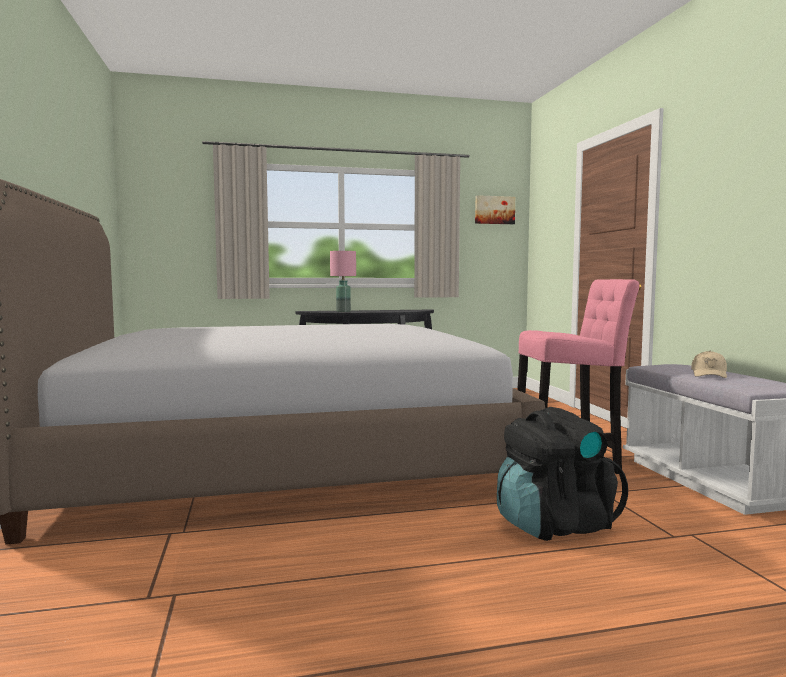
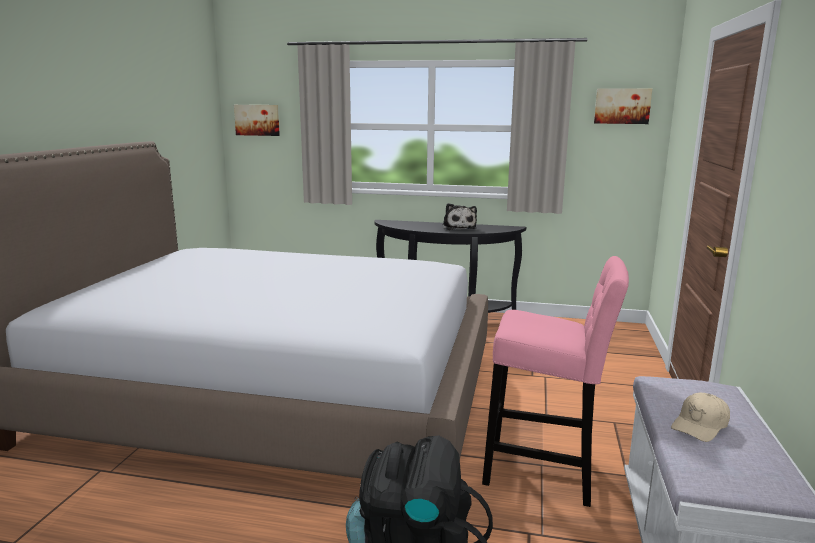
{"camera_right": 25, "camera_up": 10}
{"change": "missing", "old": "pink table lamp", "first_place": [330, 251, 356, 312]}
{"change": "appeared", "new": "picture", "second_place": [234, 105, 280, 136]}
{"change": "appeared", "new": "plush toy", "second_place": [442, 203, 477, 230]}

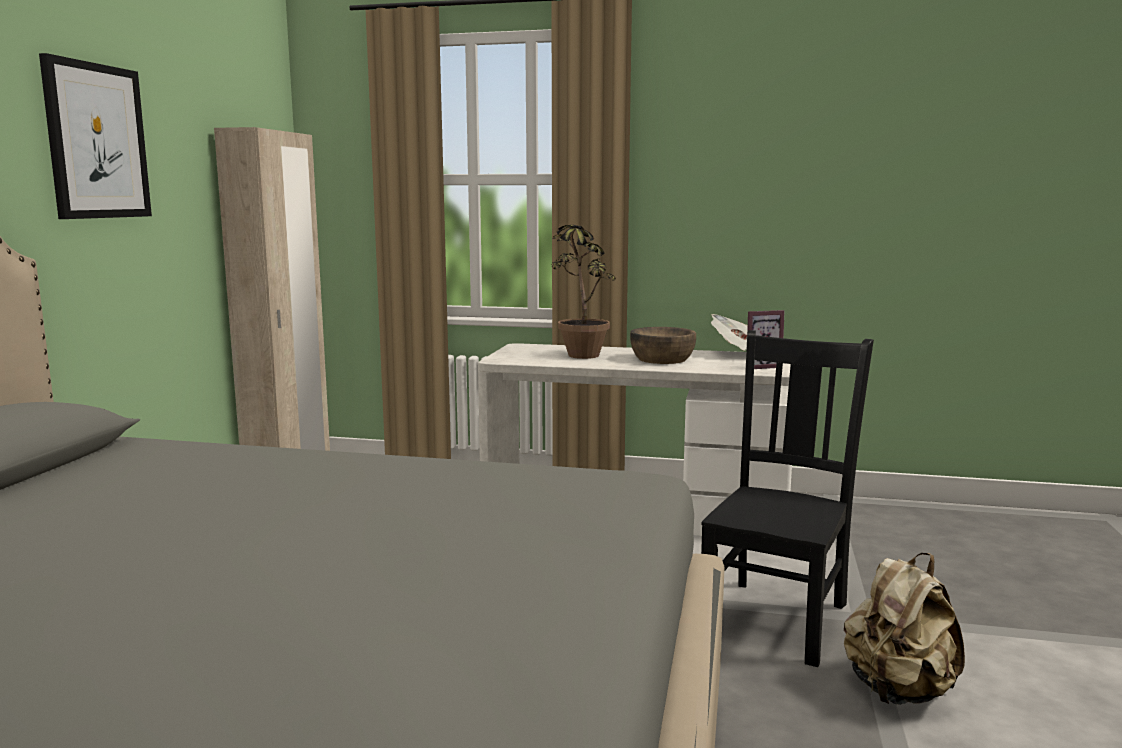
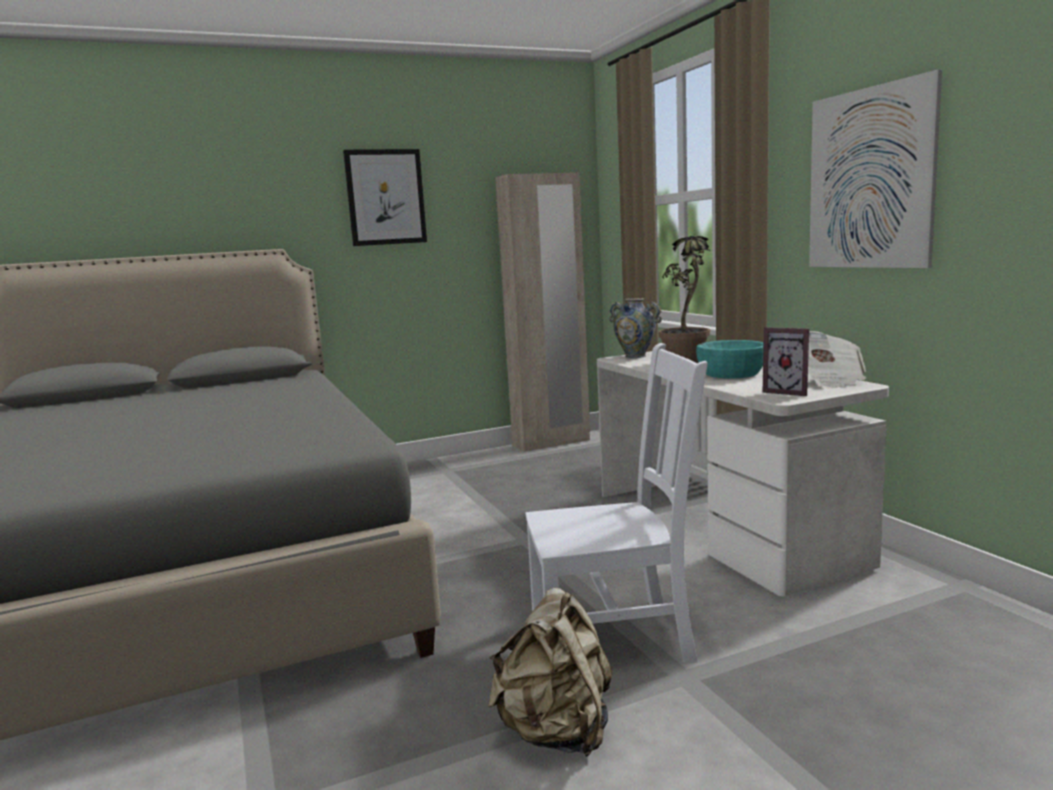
{"camera_right": 55, "camera_up": 0}
{"change": "appeared", "new": "vase", "second_place": [609, 298, 662, 358]}
{"change": "appeared", "new": "picture", "second_place": [809, 69, 942, 268]}
{"change": "colour", "old": "brown bowl", "new": "turquoise bowl", "first_place": [630, 327, 696, 364], "second_place": [696, 340, 764, 378]}
{"change": "colour", "old": "black chair", "new": "white chair", "first_place": [701, 330, 874, 667], "second_place": [525, 343, 708, 663]}

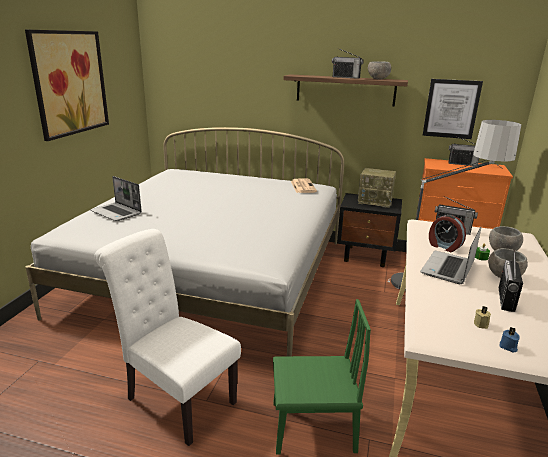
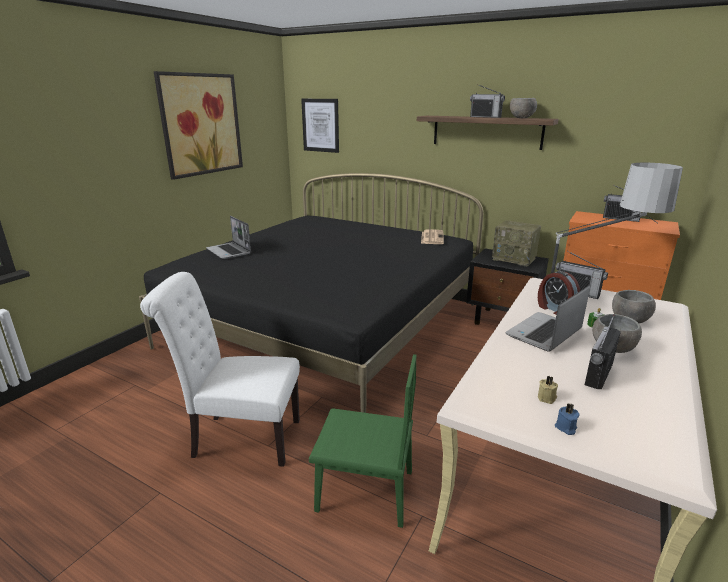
{"camera_right": 15, "camera_up": 0}
{"change": "relocated", "old": "picture", "first_place": [423, 79, 483, 139], "second_place": [301, 99, 339, 153]}
{"change": "colour", "old": "white bed", "new": "black bed", "first_place": [25, 127, 344, 356], "second_place": [139, 173, 483, 413]}
{"change": "spun", "old": "white chair", "first_place": [95, 229, 241, 446], "second_place": [140, 272, 300, 467], "degrees": -45}

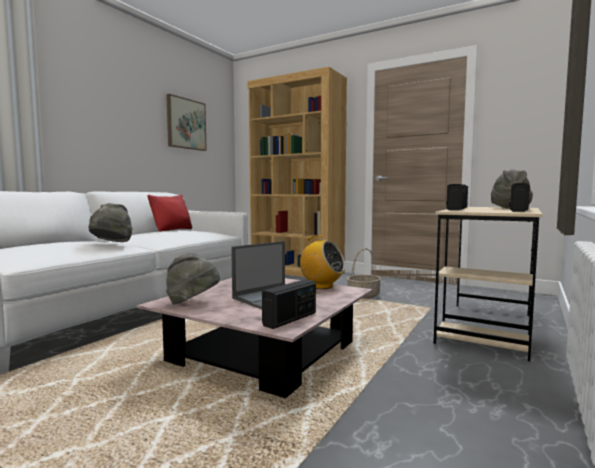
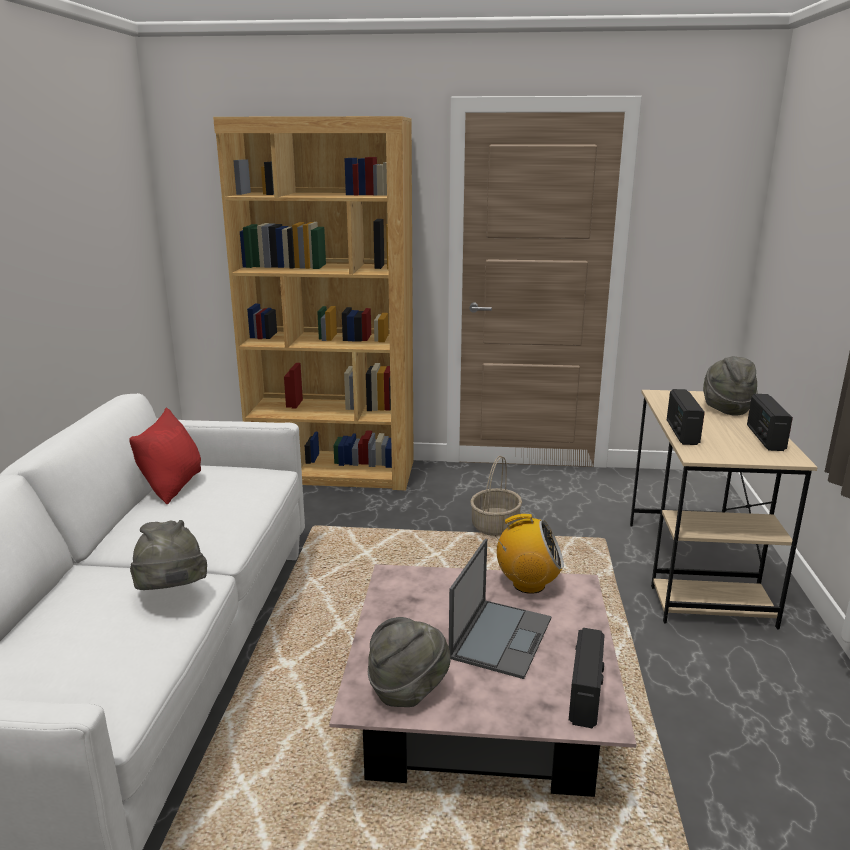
{"camera_right": -25, "camera_up": 15}
{"change": "missing", "old": "picture", "first_place": [166, 94, 207, 151]}

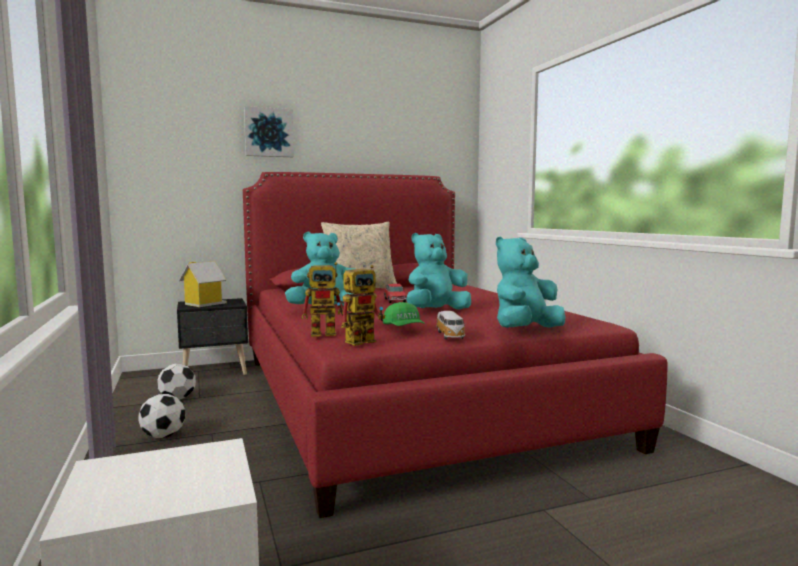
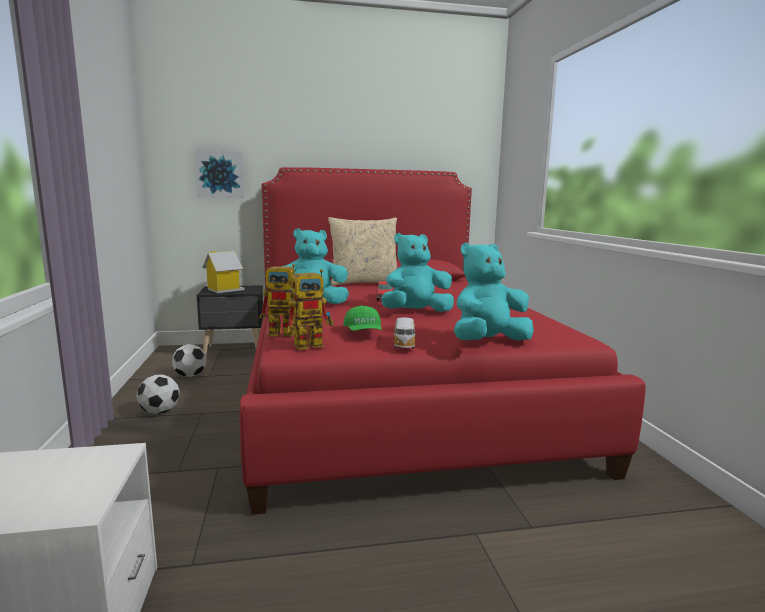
{"camera_right": 10, "camera_up": 5}
{"change": "relocated", "old": "picture", "first_place": [244, 106, 294, 157], "second_place": [195, 150, 245, 198]}

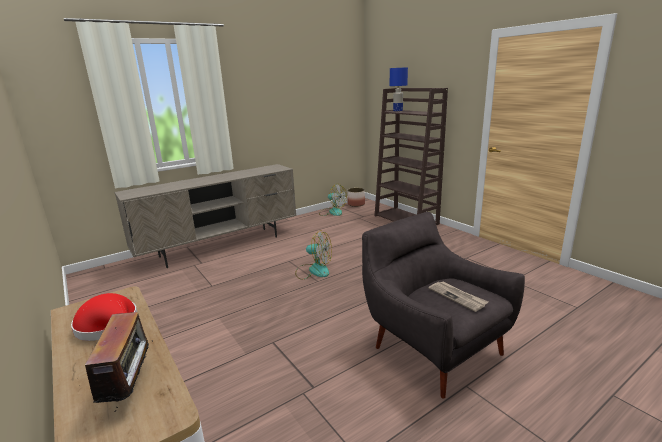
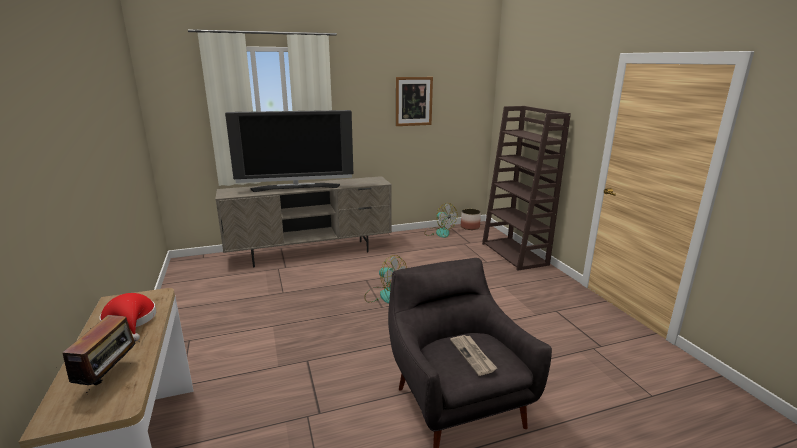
{"camera_right": 15, "camera_up": 0}
{"change": "missing", "old": "blue table lamp", "first_place": [390, 67, 408, 111]}
{"change": "appeared", "new": "television", "second_place": [225, 110, 353, 192]}
{"change": "appeared", "new": "picture", "second_place": [396, 77, 433, 126]}

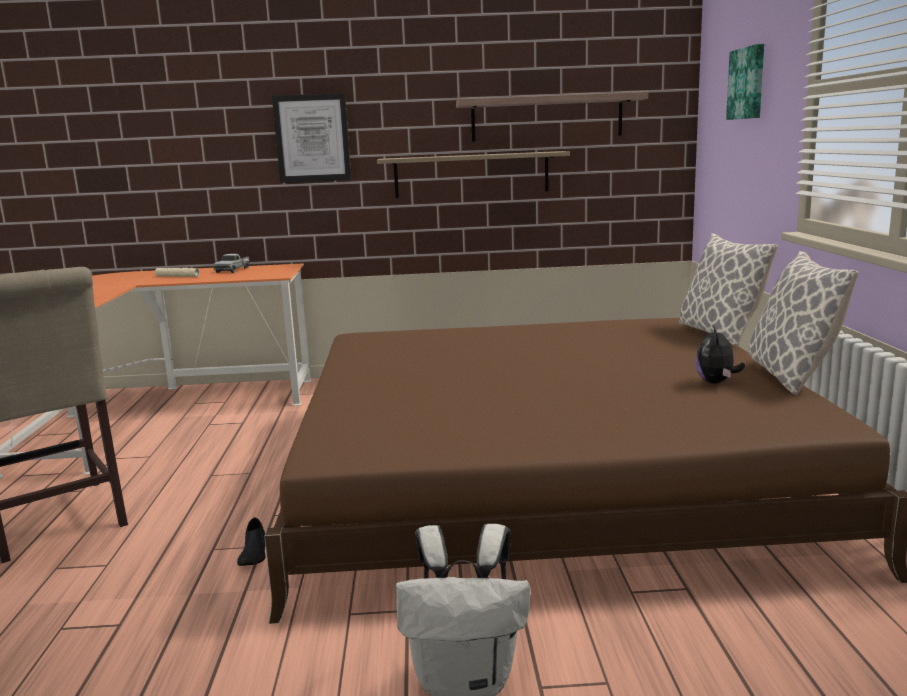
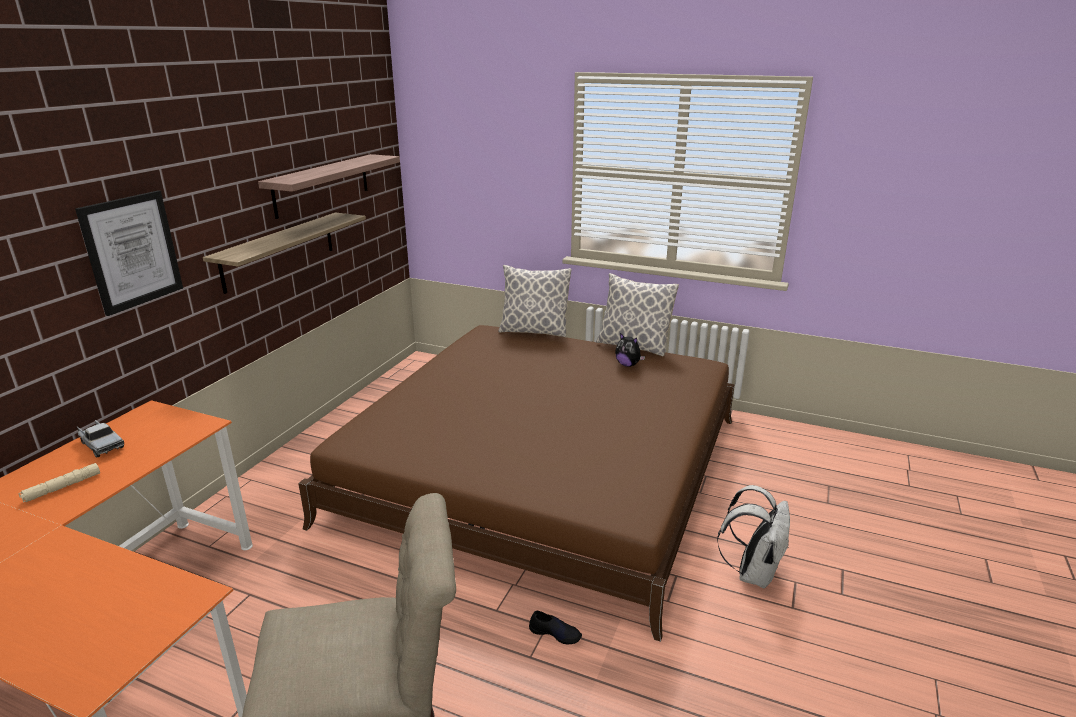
{"camera_right": -65, "camera_up": 10}
{"change": "missing", "old": "picture", "first_place": [726, 44, 764, 120]}

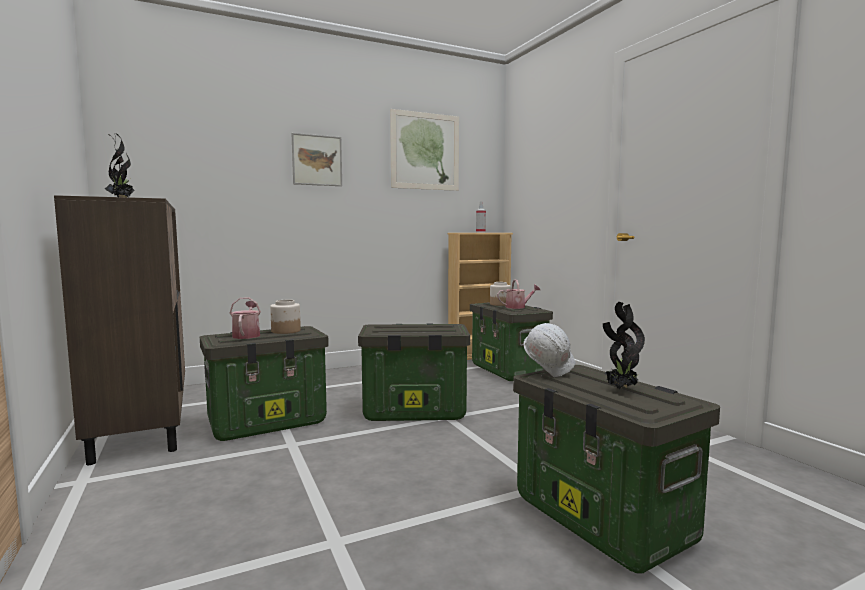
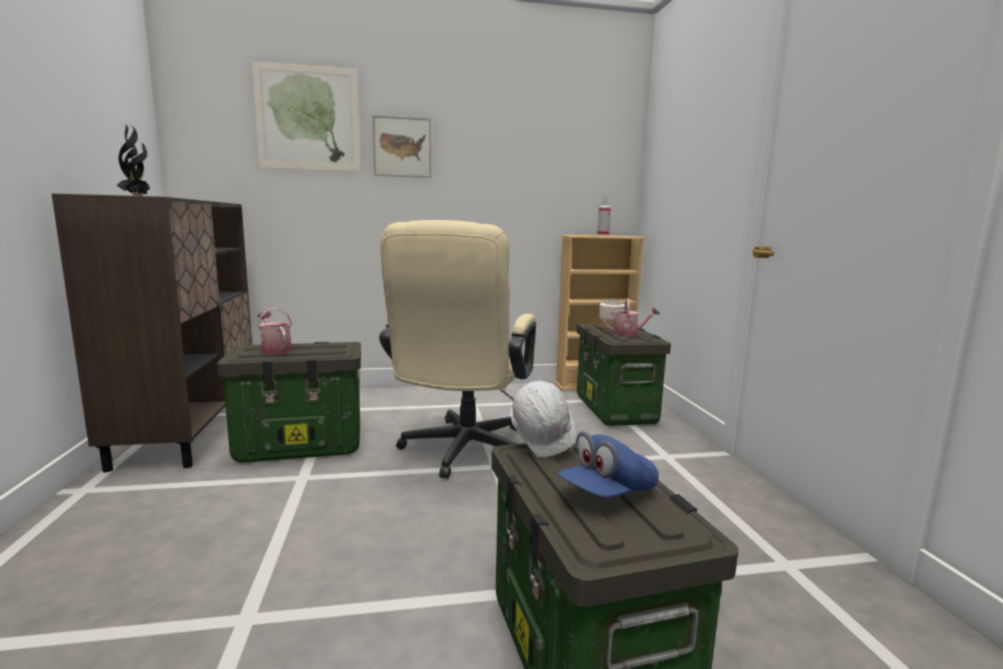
{"camera_right": 15, "camera_up": 5}
{"change": "missing", "old": "jar", "first_place": [270, 300, 301, 334]}
{"change": "relocated", "old": "picture", "first_place": [390, 109, 459, 191], "second_place": [252, 61, 361, 172]}
{"change": "exchanged", "old": "storage box", "new": "beige office chair", "first_place": [358, 323, 470, 421], "second_place": [379, 220, 536, 479]}
{"change": "exchanged", "old": "potted plant", "new": "blue cap", "first_place": [603, 302, 645, 389], "second_place": [558, 431, 659, 498]}
{"change": "spun", "old": "watering can", "first_place": [230, 298, 261, 339], "second_place": [257, 308, 292, 354], "degrees": -45}

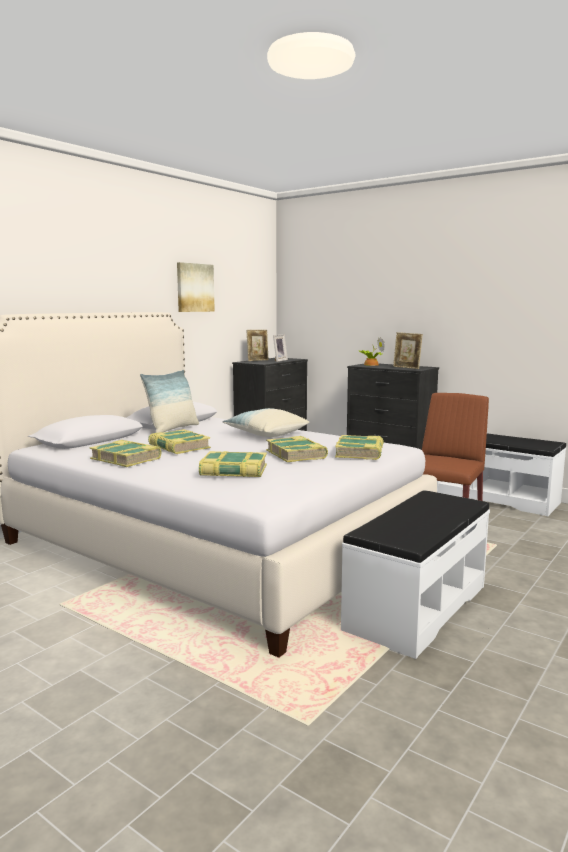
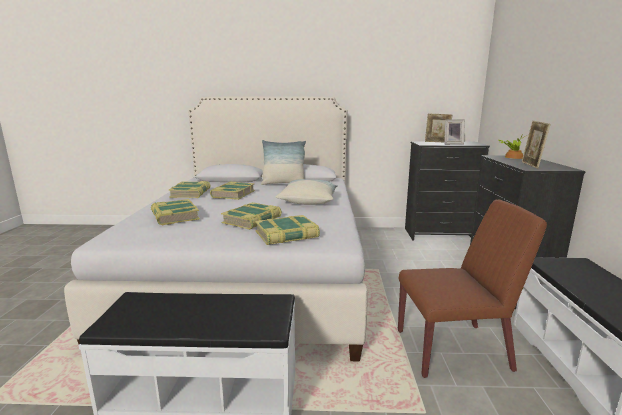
{"camera_right": 55, "camera_up": 5}
{"change": "missing", "old": "picture", "first_place": [177, 262, 215, 312]}

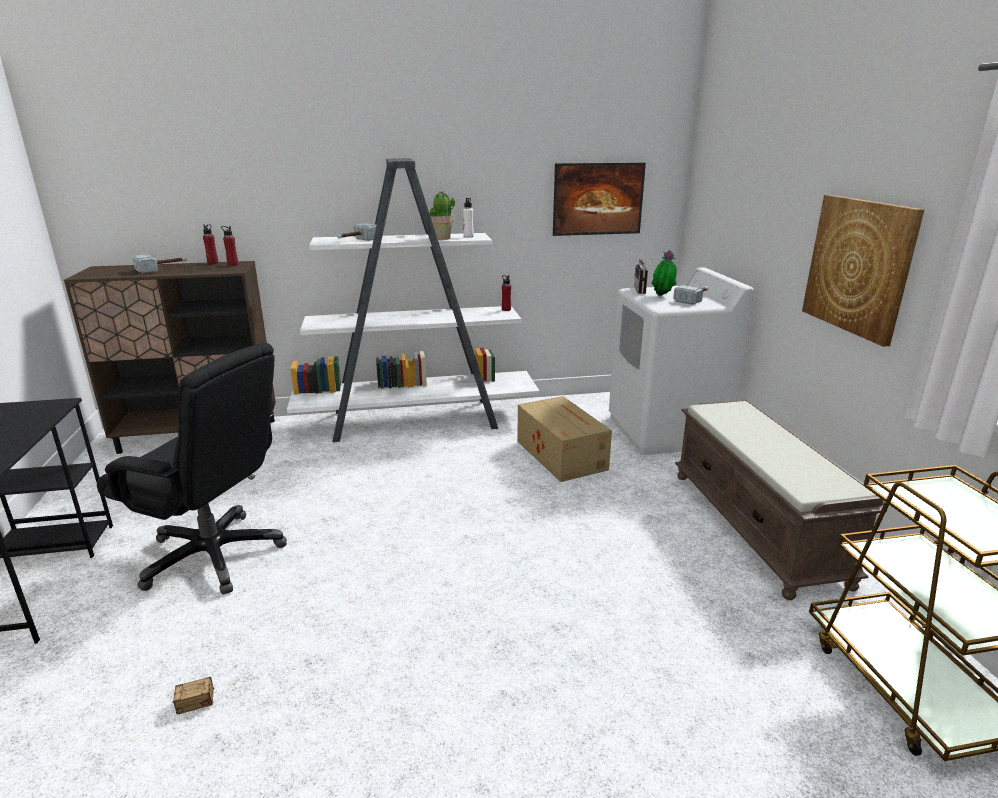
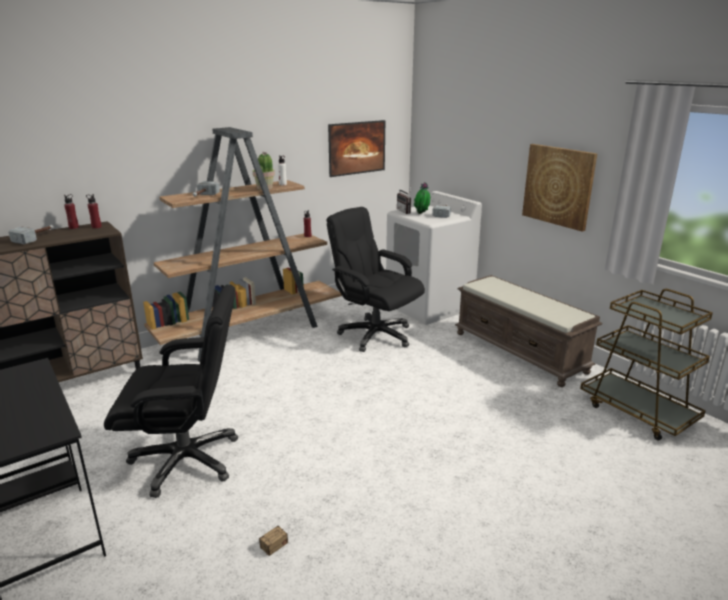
{"camera_right": -25, "camera_up": 0}
{"change": "exchanged", "old": "cardboard box", "new": "black office chair", "first_place": [517, 396, 612, 482], "second_place": [327, 207, 425, 352]}
{"change": "colour", "old": "white bookcase", "new": "brown bookcase", "first_place": [287, 158, 540, 442], "second_place": [143, 127, 342, 362]}

